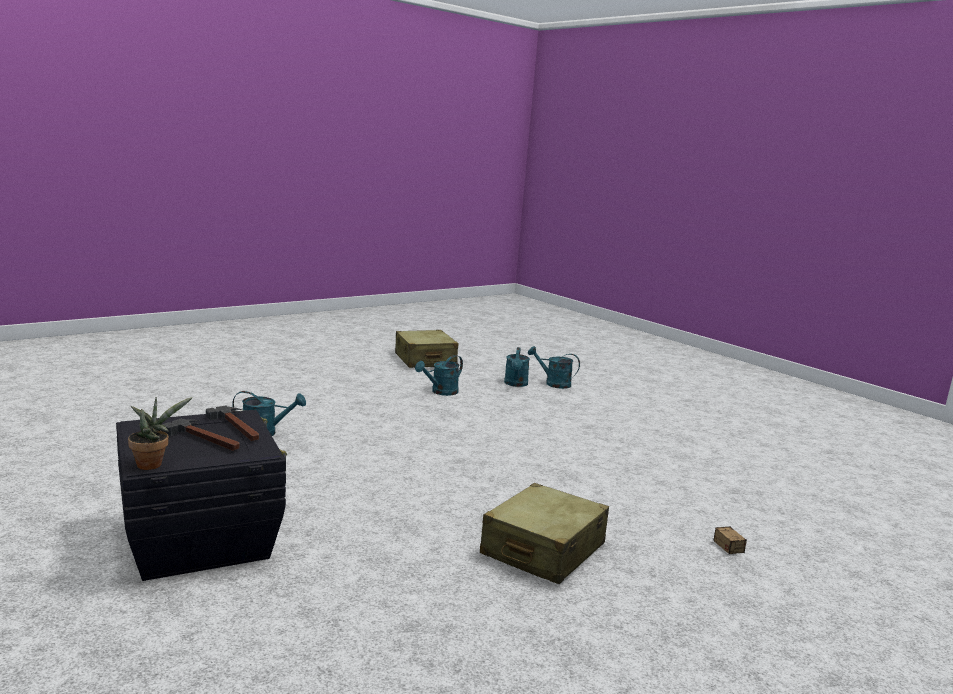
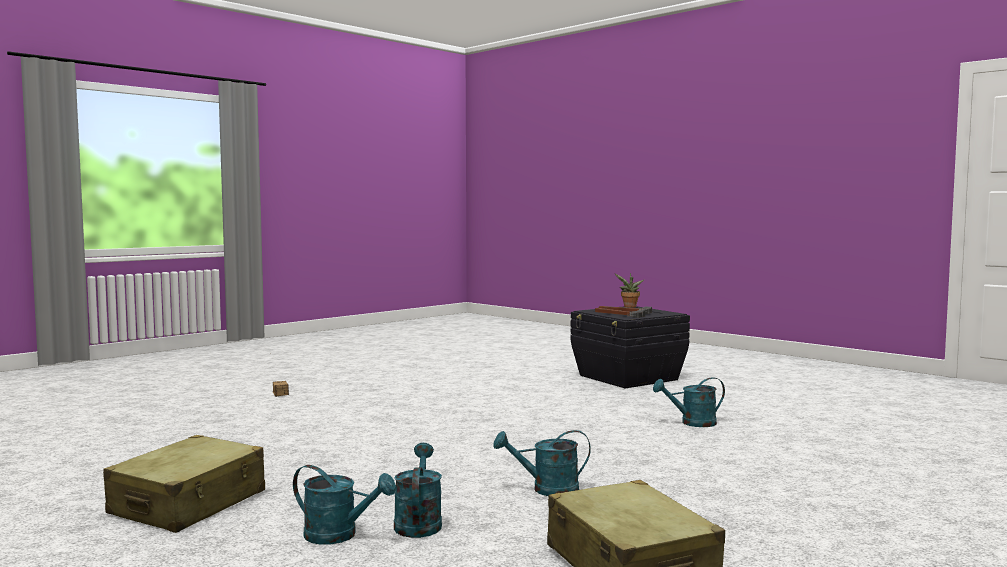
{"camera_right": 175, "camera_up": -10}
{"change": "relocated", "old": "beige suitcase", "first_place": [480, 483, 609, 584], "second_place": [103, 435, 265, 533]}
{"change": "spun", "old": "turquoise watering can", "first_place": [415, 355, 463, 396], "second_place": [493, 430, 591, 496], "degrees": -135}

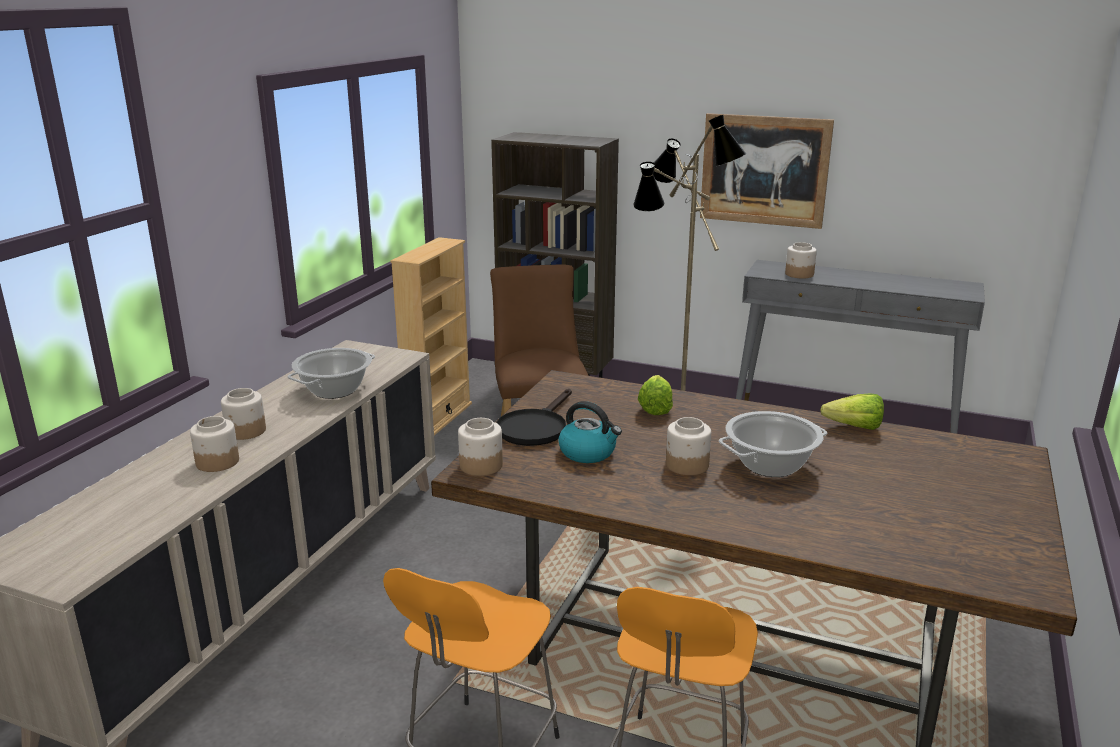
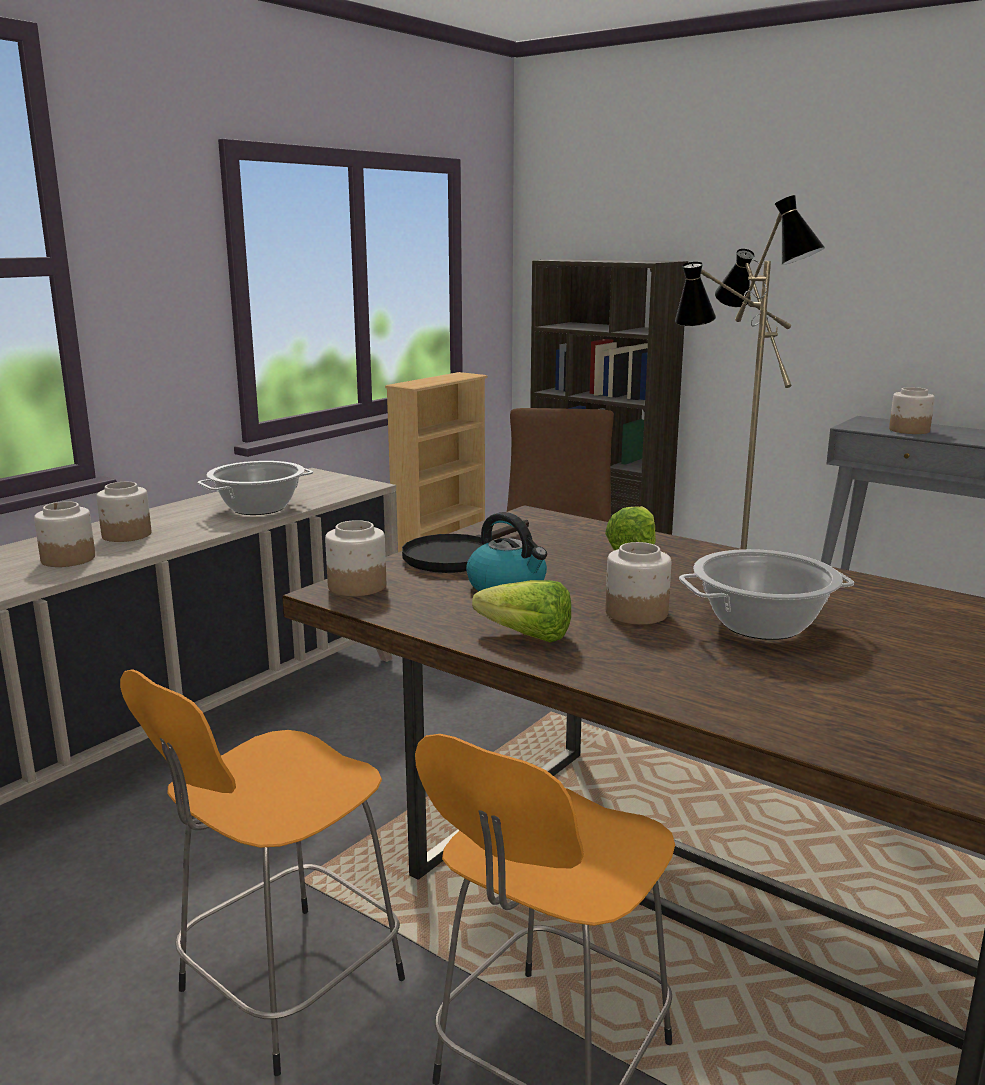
{"camera_right": 15, "camera_up": -5}
{"change": "missing", "old": "picture", "first_place": [700, 113, 834, 229]}
{"change": "relocated", "old": "lettuce", "first_place": [820, 394, 884, 430], "second_place": [472, 580, 571, 643]}

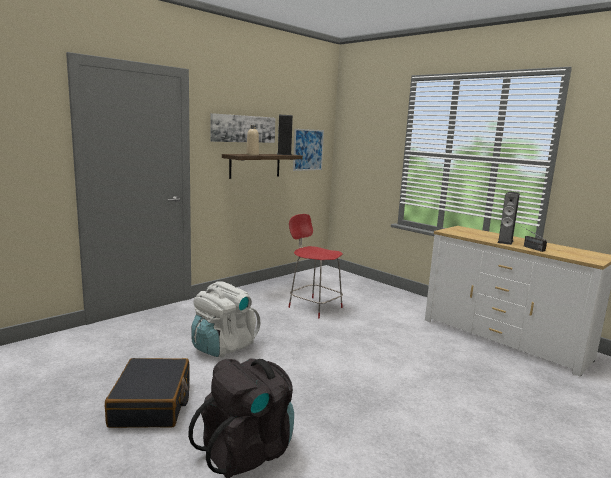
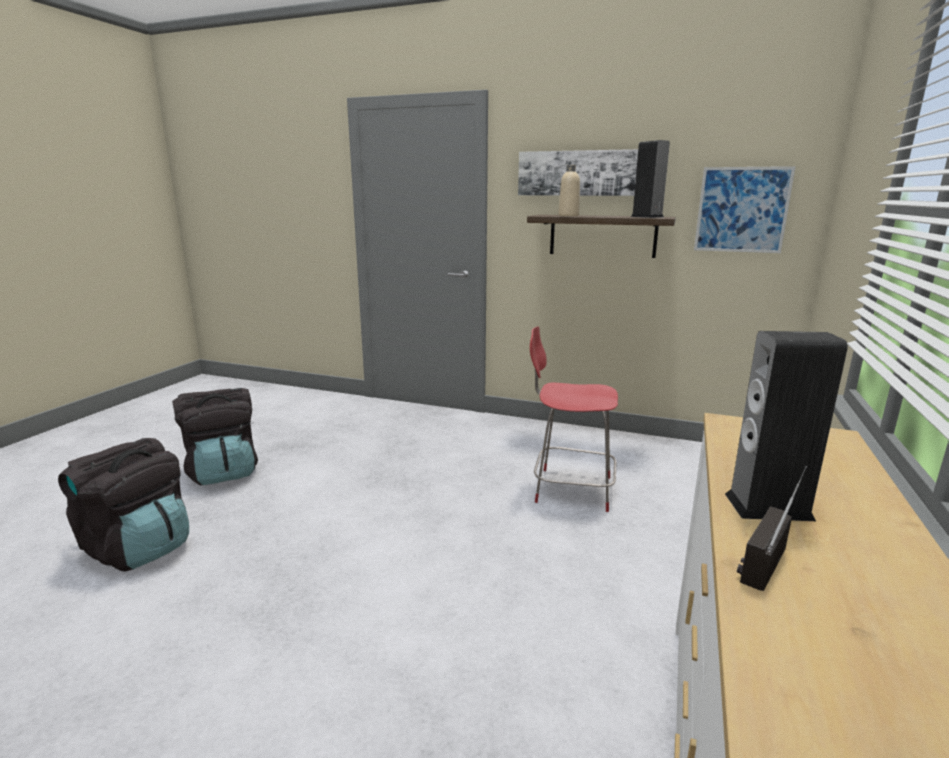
{"camera_right": 65, "camera_up": 5}
{"change": "missing", "old": "white backpack", "first_place": [191, 281, 260, 357]}
{"change": "exchanged", "old": "black suitcase", "new": "black backpack", "first_place": [105, 358, 190, 428], "second_place": [172, 388, 258, 485]}
{"change": "spun", "old": "red chair", "first_place": [289, 214, 343, 318], "second_place": [530, 327, 618, 512], "degrees": -90}

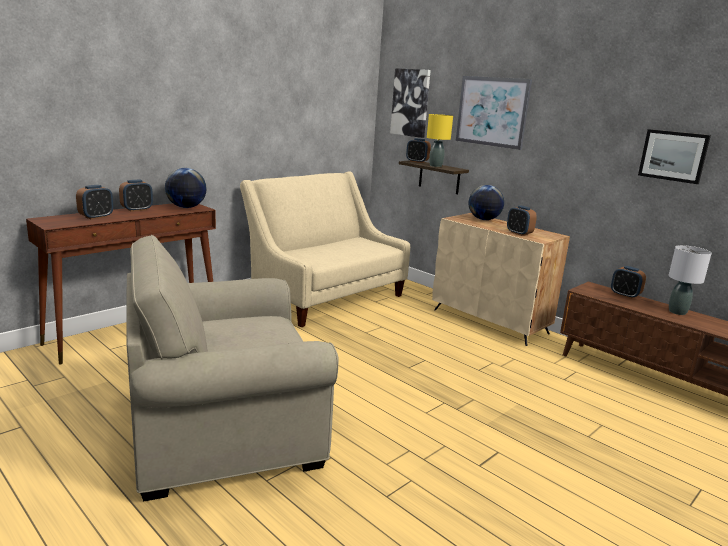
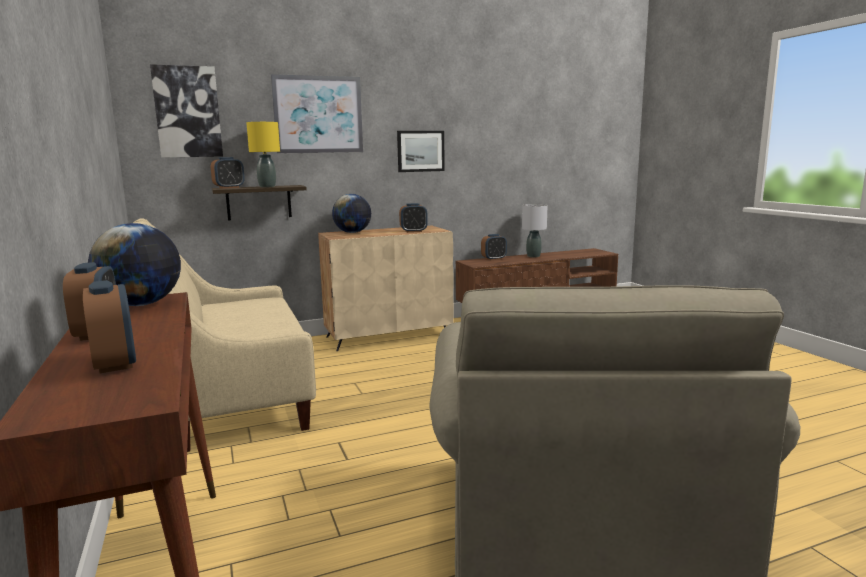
{"camera_right": -65, "camera_up": -5}
{"change": "relocated", "old": "picture", "first_place": [638, 129, 711, 184], "second_place": [397, 131, 445, 172]}

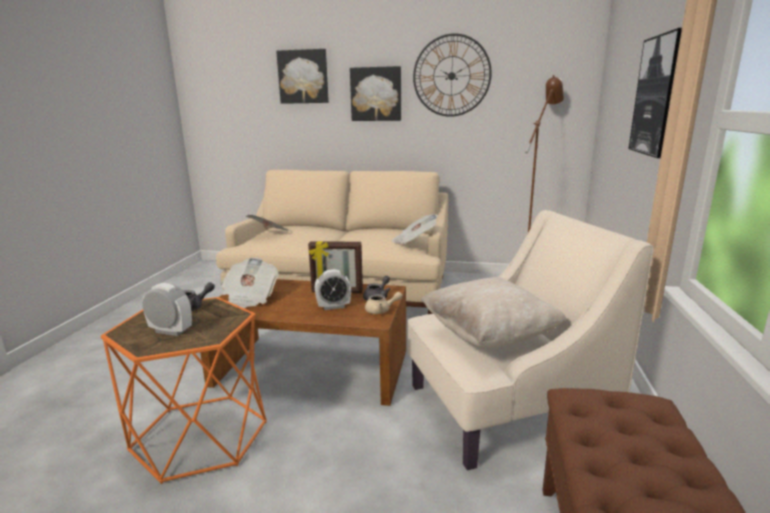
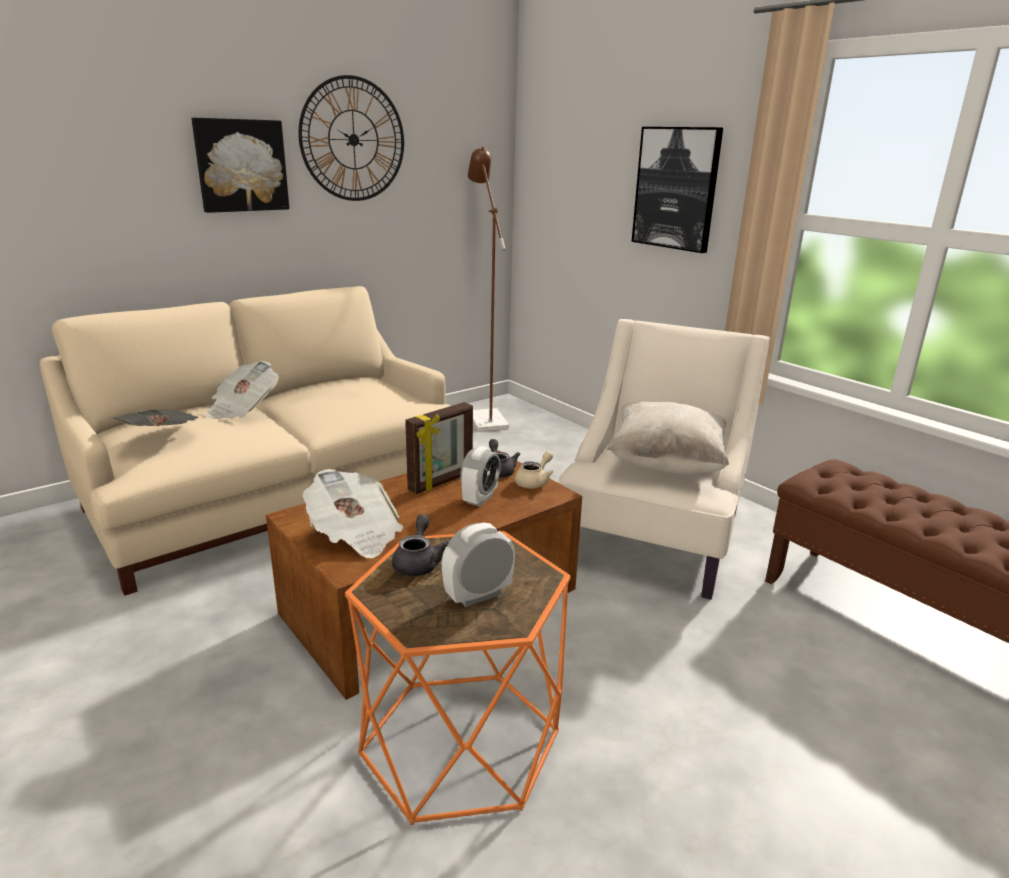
{"camera_right": -50, "camera_up": 5}
{"change": "missing", "old": "picture", "first_place": [276, 49, 329, 104]}
{"change": "relocated", "old": "newspaper", "first_place": [391, 214, 439, 244], "second_place": [205, 361, 279, 419]}

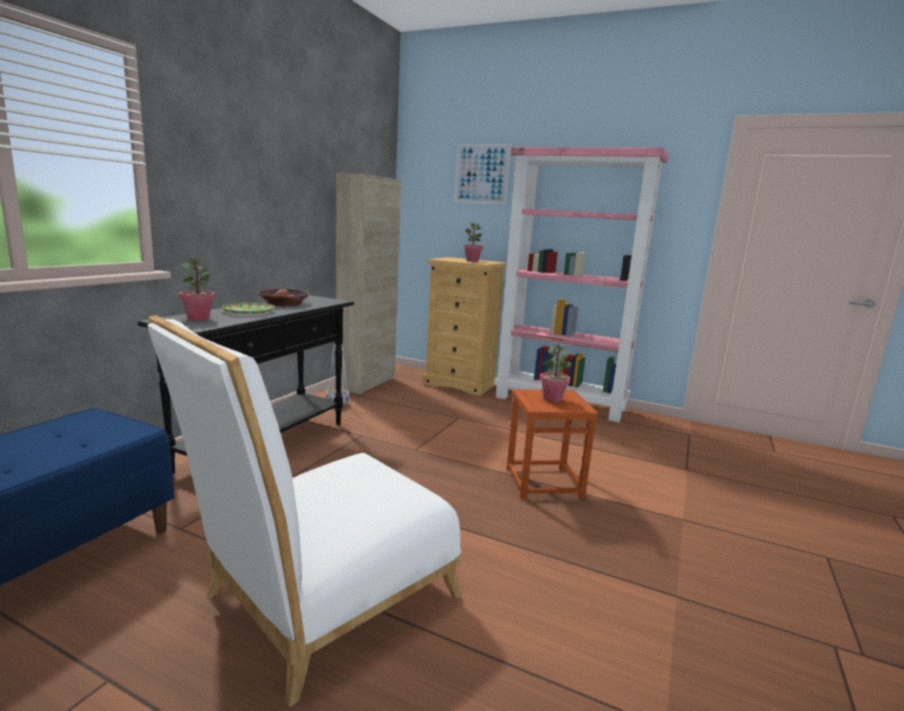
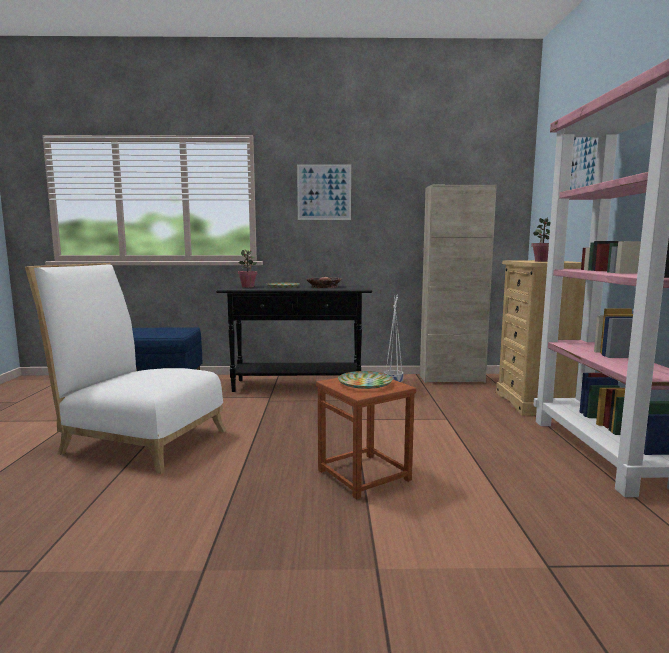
{"camera_right": 65, "camera_up": -5}
{"change": "appeared", "new": "picture", "second_place": [297, 164, 351, 220]}
{"change": "exchanged", "old": "potted plant", "new": "plate", "first_place": [540, 344, 572, 403], "second_place": [338, 371, 393, 389]}

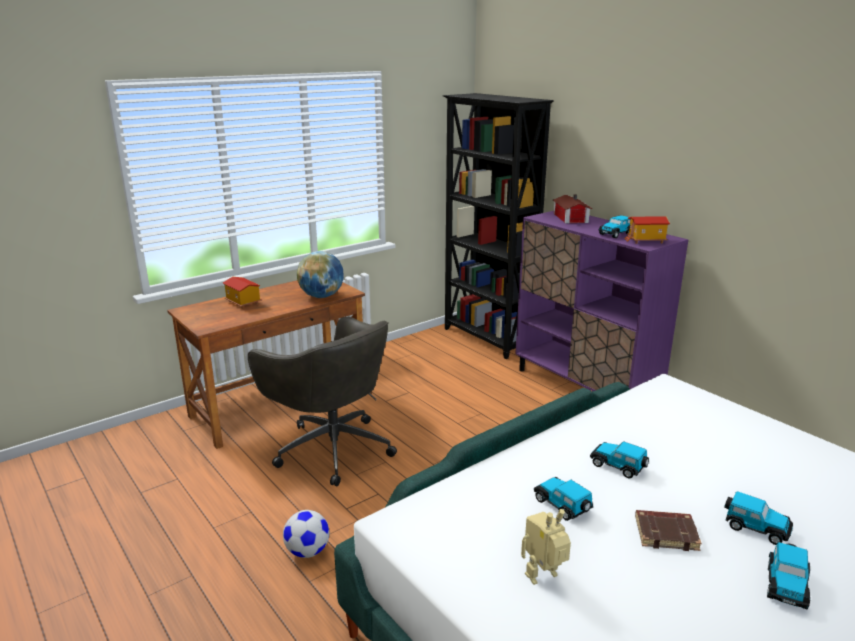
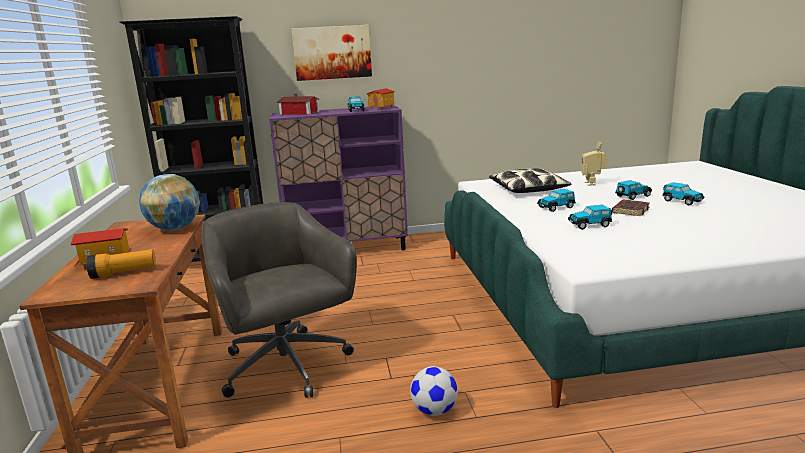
{"camera_right": -60, "camera_up": -5}
{"change": "appeared", "new": "flashlight", "second_place": [86, 249, 156, 279]}
{"change": "appeared", "new": "picture", "second_place": [291, 25, 372, 81]}
{"change": "appeared", "new": "pillow", "second_place": [489, 168, 571, 193]}
{"change": "relocated", "old": "toy robot", "first_place": [521, 509, 571, 585], "second_place": [581, 142, 607, 186]}
{"change": "spun", "old": "grey office chair", "first_place": [248, 317, 397, 486], "second_place": [201, 202, 357, 398], "degrees": -105}

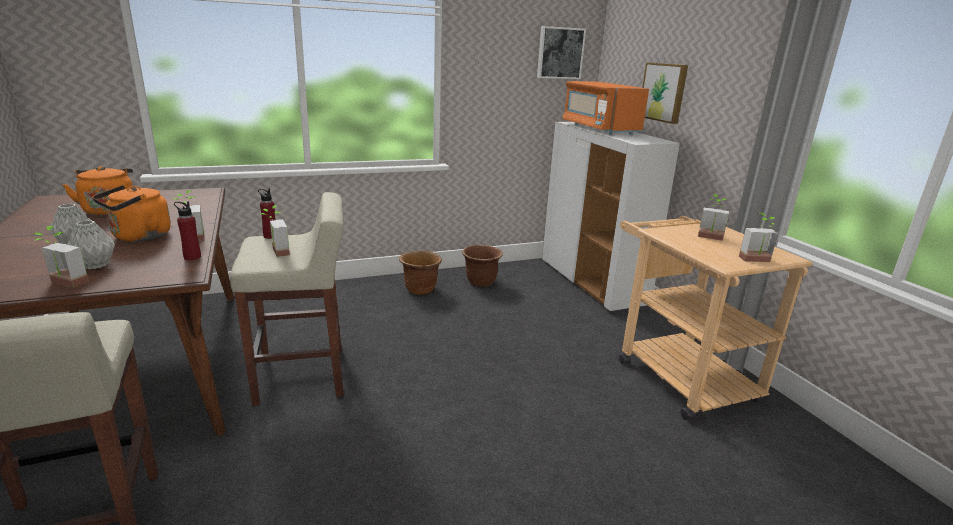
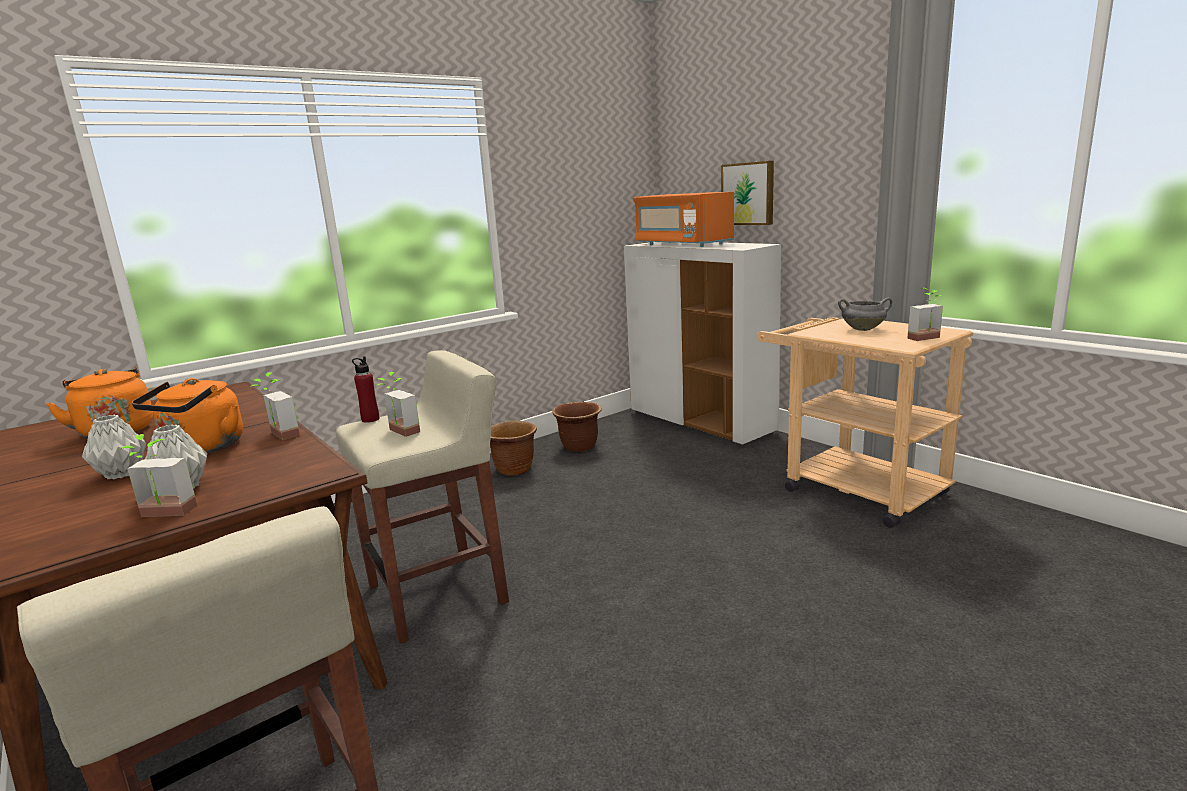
{"camera_right": -15, "camera_up": -5}
{"change": "missing", "old": "red bottle", "first_place": [174, 201, 201, 260]}
{"change": "missing", "old": "picture", "first_place": [537, 26, 586, 79]}
{"change": "exchanged", "old": "potted plant", "new": "grey cooking pot", "first_place": [698, 194, 729, 241], "second_place": [838, 298, 892, 331]}

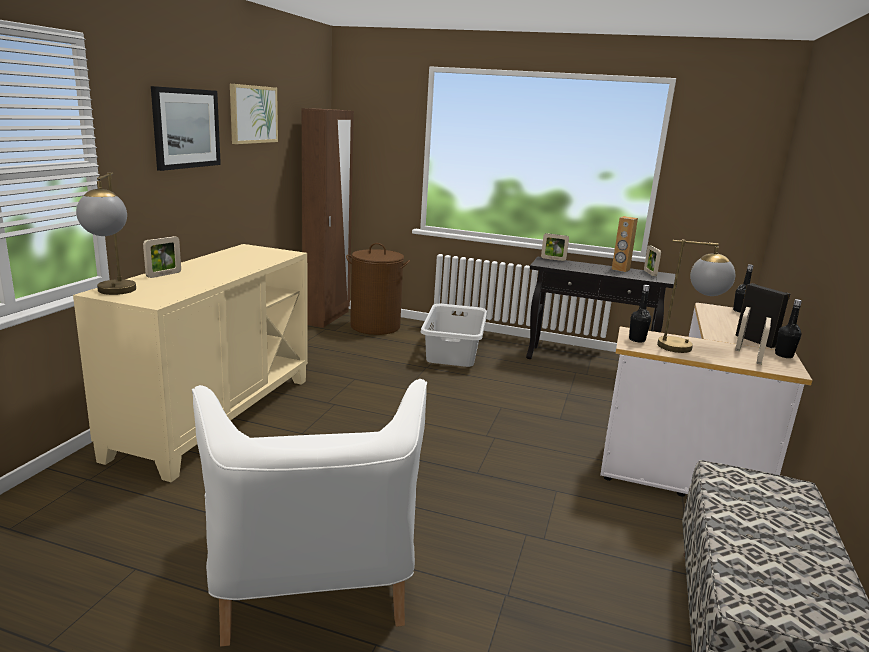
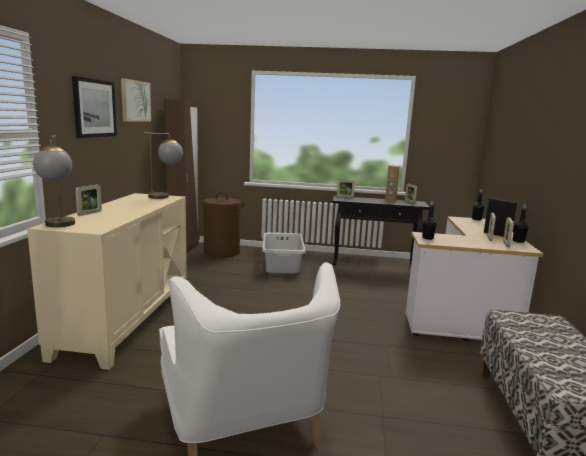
{"camera_right": -10, "camera_up": -5}
{"change": "relocated", "old": "table lamp", "first_place": [657, 239, 735, 353], "second_place": [144, 132, 183, 199]}

